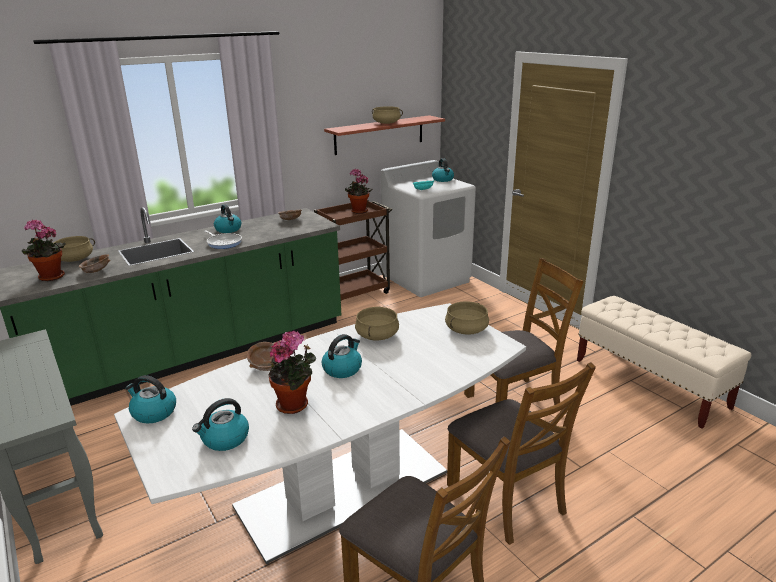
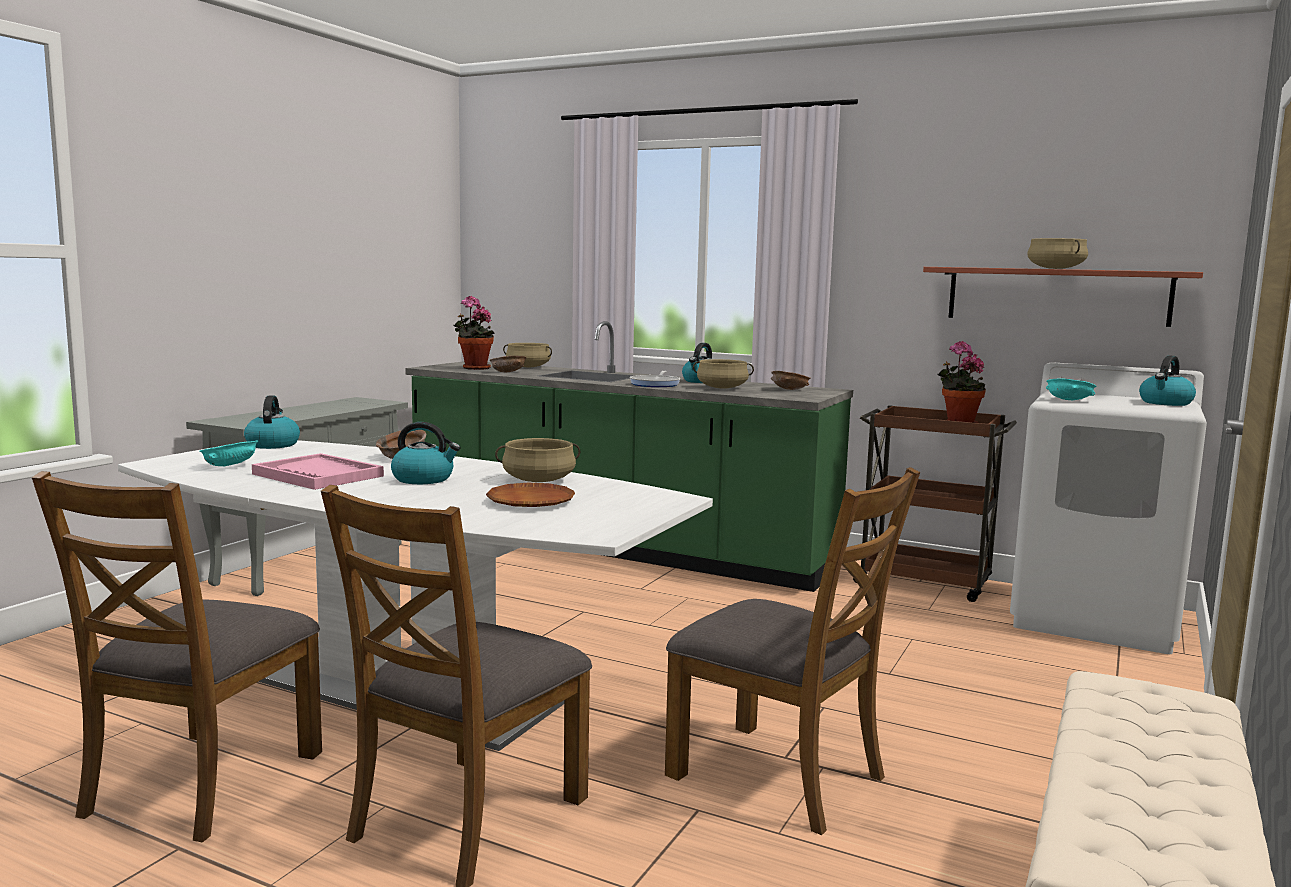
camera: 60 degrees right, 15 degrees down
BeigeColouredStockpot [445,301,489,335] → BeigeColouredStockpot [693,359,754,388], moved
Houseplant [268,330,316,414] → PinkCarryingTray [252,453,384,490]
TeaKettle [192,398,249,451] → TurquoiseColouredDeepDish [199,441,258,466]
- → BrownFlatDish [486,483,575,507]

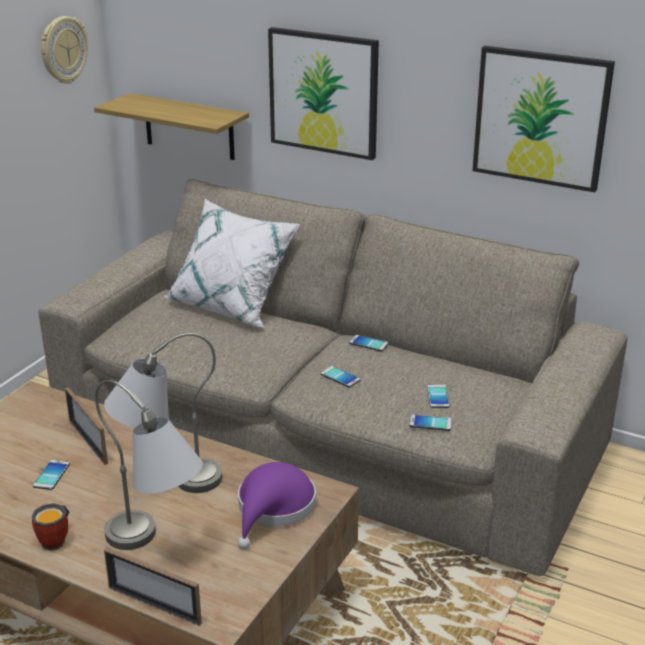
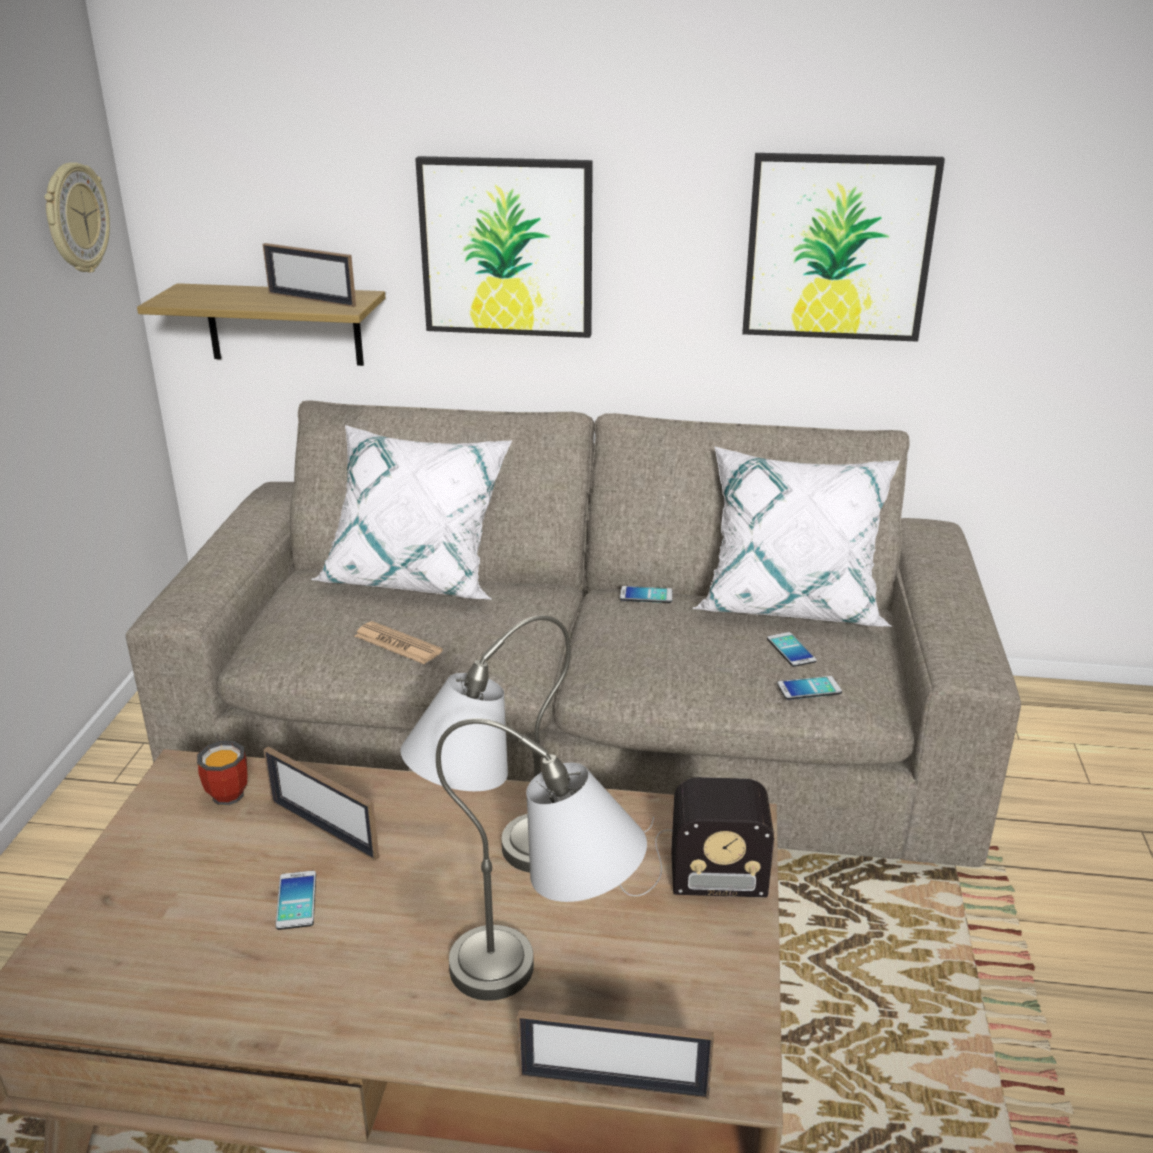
camera: 20 degrees left, 0 degrees up
Phone [321,366,361,387] → -
PurpleWearableHat [238,462,316,549] → RadioSet [619,777,774,897]
Mug [31,503,70,550] → Mug [197,741,247,806], moved
- → PictureFrame [263,243,356,307]
- → WhitishCushion [693,446,900,627]
- → DailyPaper [354,621,443,664]

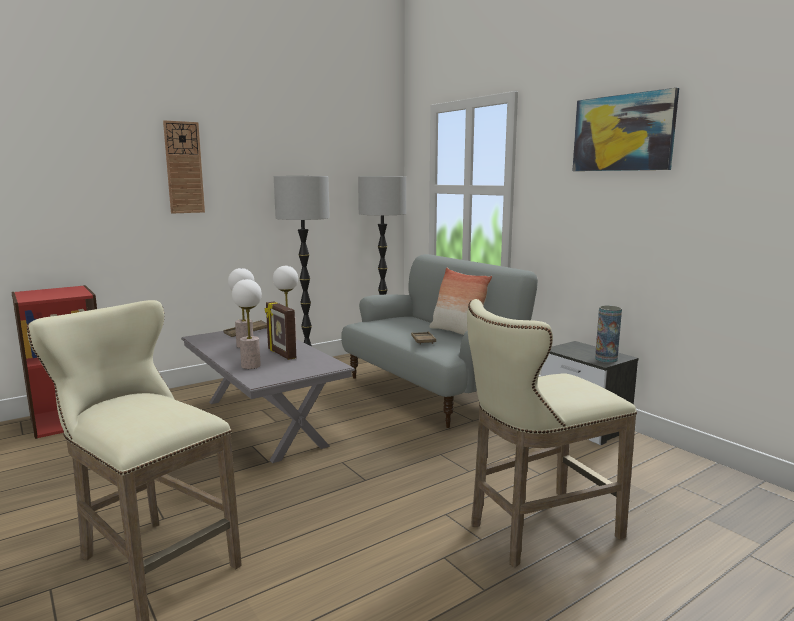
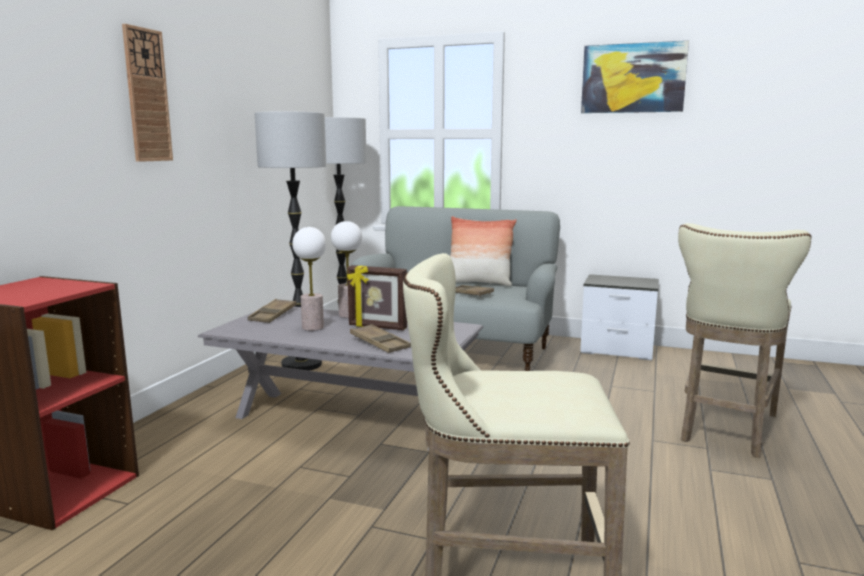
camera: 35 degrees left, 0 degrees up
TableLamp [232,279,262,369] → BrownCarryingTray [350,324,411,353]
FlowerVase [595,306,622,363] → -

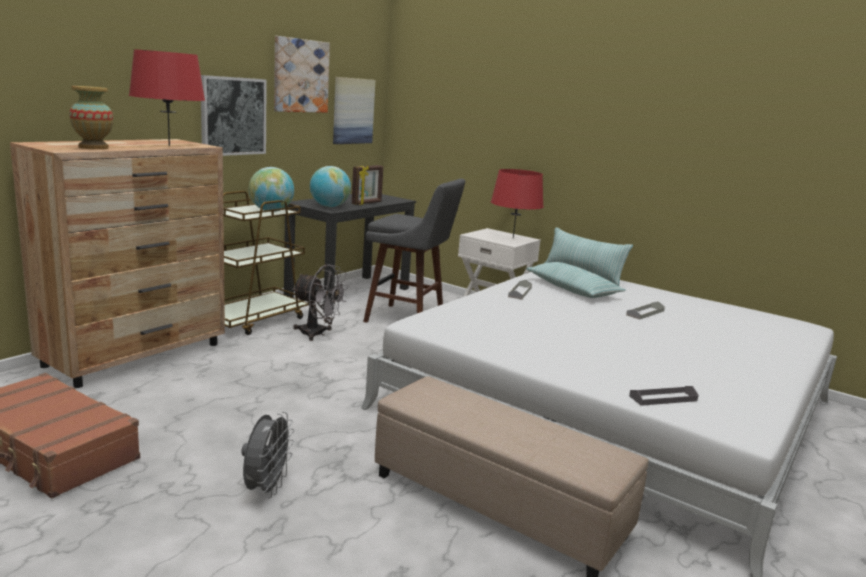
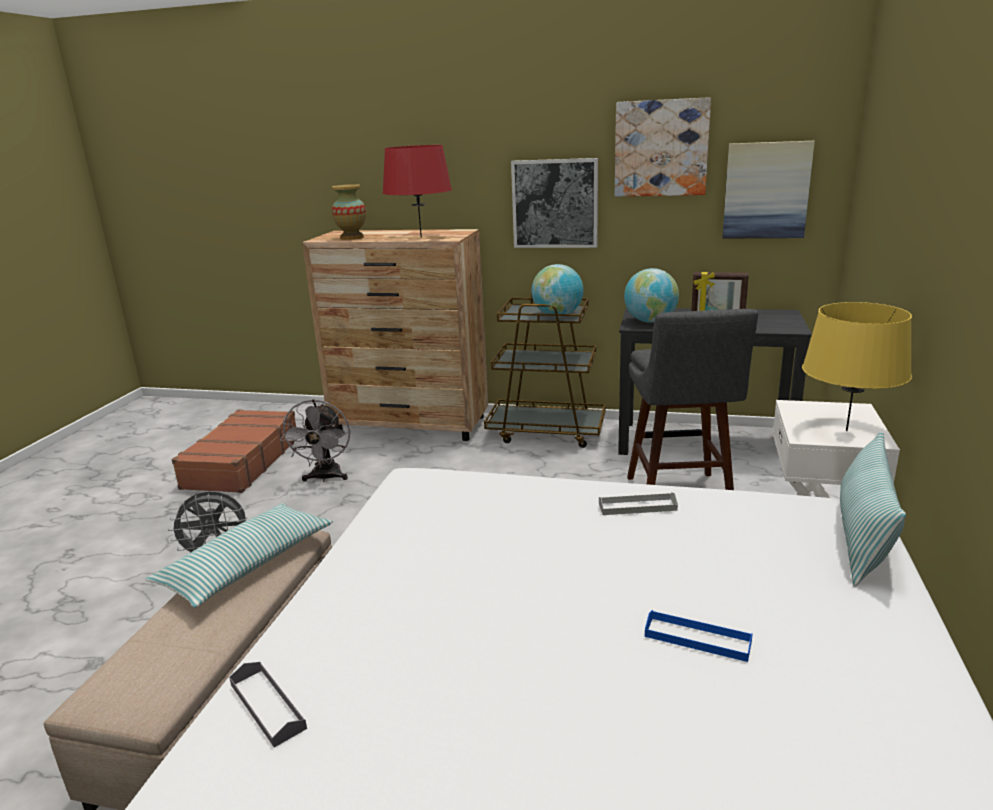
camera: 70 degrees right, 5 degrees up
RedTableLamp [491,169,544,239] → YellowColouredTableLamp [802,302,912,431]
Cushion [526,262,626,298] → Cushion [145,503,333,608], moved
GreyCoolingFan [292,264,349,341] → GreyCoolingFan [280,399,350,482], moved
GreyCarryingTray [626,302,665,320] → BluishCarryingTray [645,610,753,662]

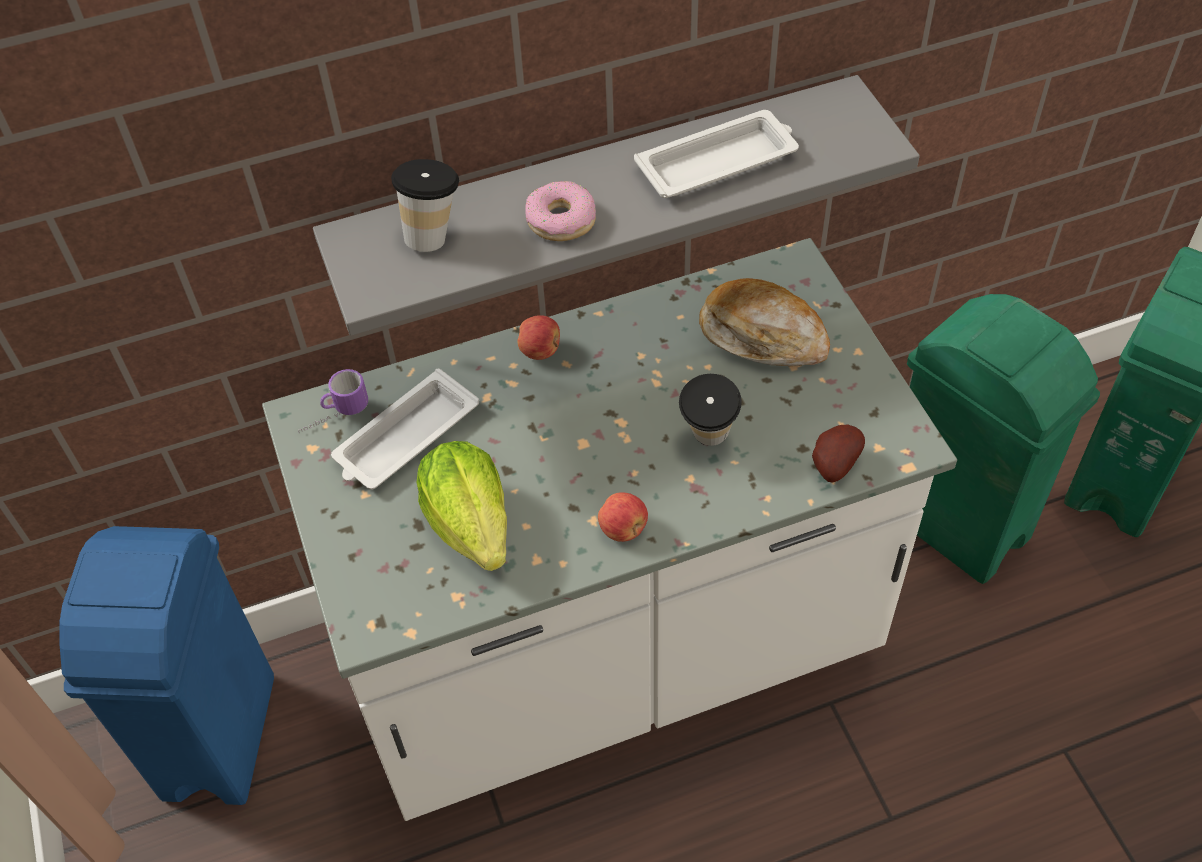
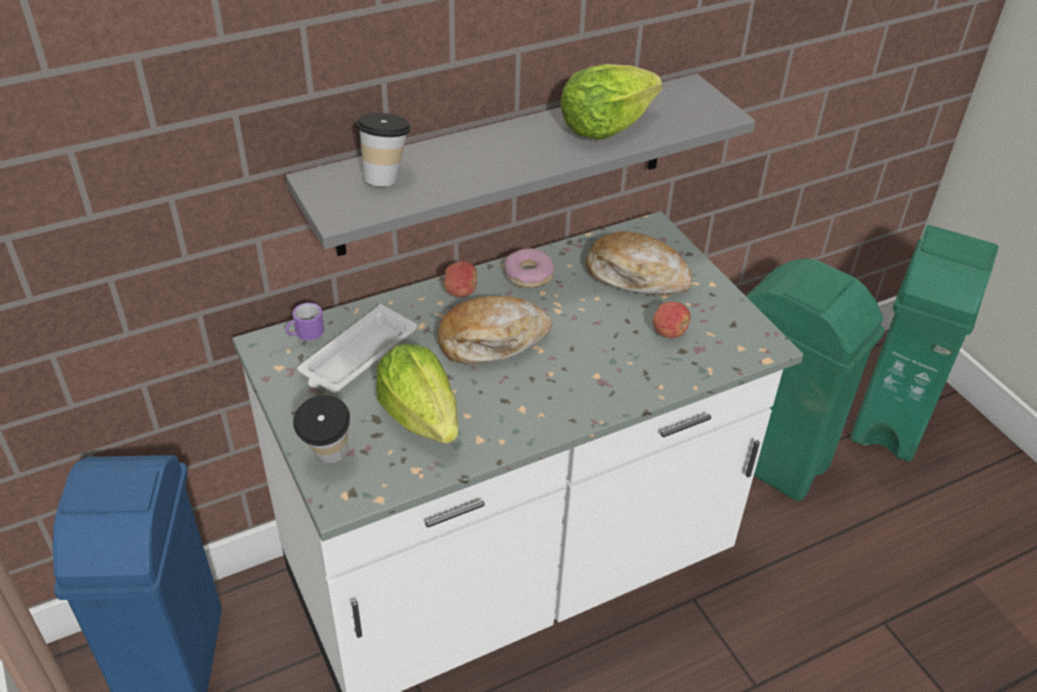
camera: 10 degrees left, 10 degrees down
WhitishCarryingTray [634,110,799,198] → HeadOfLettuce [561,64,662,140]
Doughnut [525,181,596,241] → Doughnut [505,248,554,288], moved
Cup [679,374,742,446] → Cup [293,395,350,463], moved
Potato [812,425,865,483] → -
AppleFruit [598,492,648,542] → AppleFruit [652,302,690,338], moved
- → Bread [437,296,552,365]

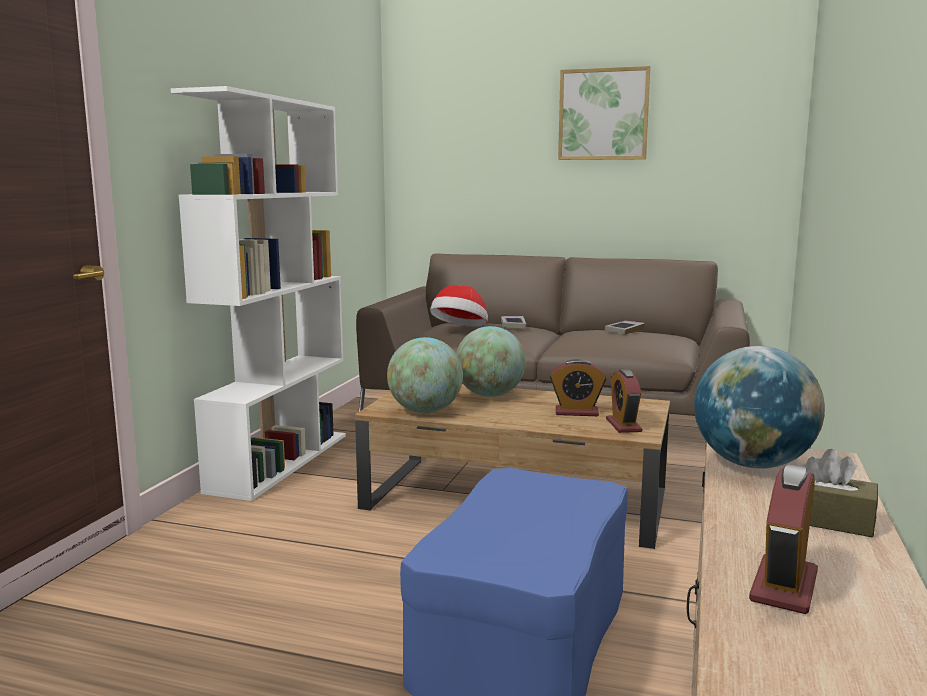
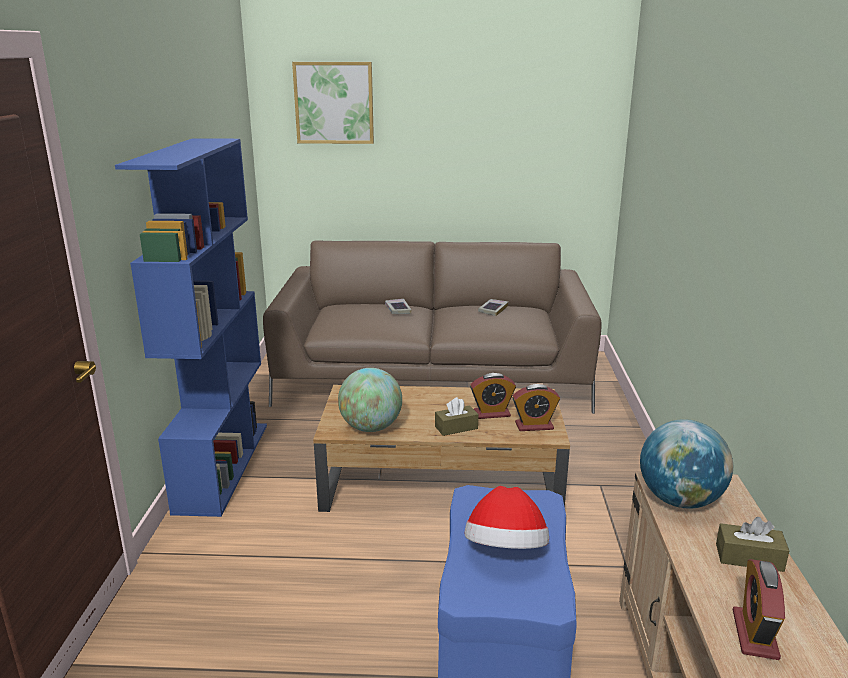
camera: 15 degrees left, 10 degrees up
WallArt [558,66,650,160] → WallArt [292,62,374,144], moved
WhitishBookshelf [171,86,346,501] → BluishBookshelf [115,138,267,517]
WearableHat [430,285,488,327] → WearableHat [465,486,549,549], moved
Globe [456,326,526,397] → -
AlarmClock [606,369,643,433] → AlarmClock [512,384,560,431], 75 degrees counterclockwise
- → BrownTissueBox [435,397,479,436]

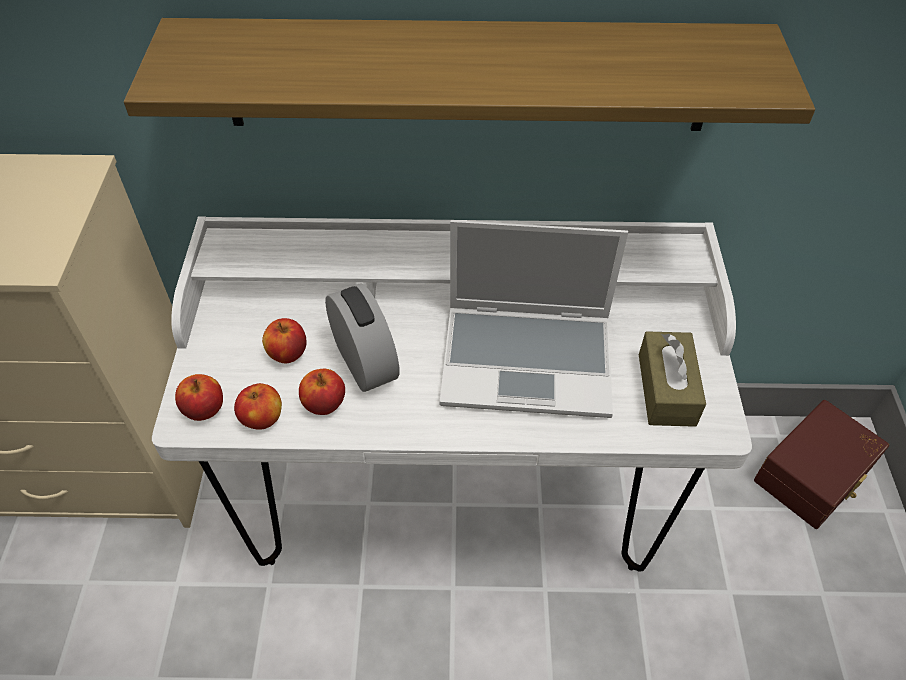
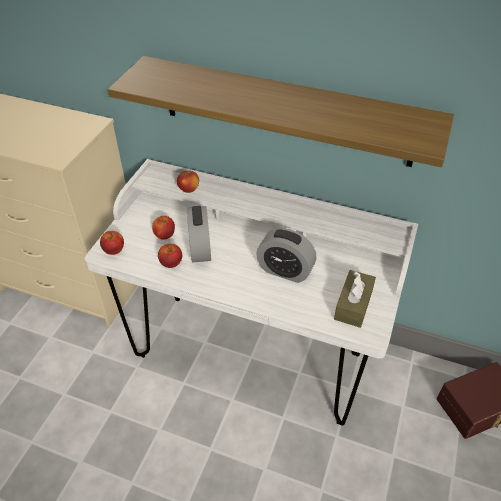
camera: 20 degrees right, 5 degrees down
NotebookComputer [440,220,628,418] → AlarmClock [256,228,316,283]
AppleFruit [234,383,282,430] → AppleFruit [177,171,199,193], moved

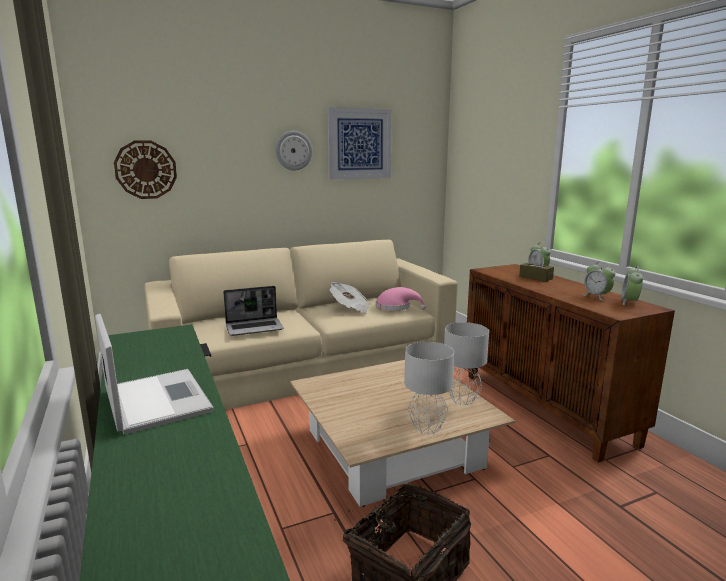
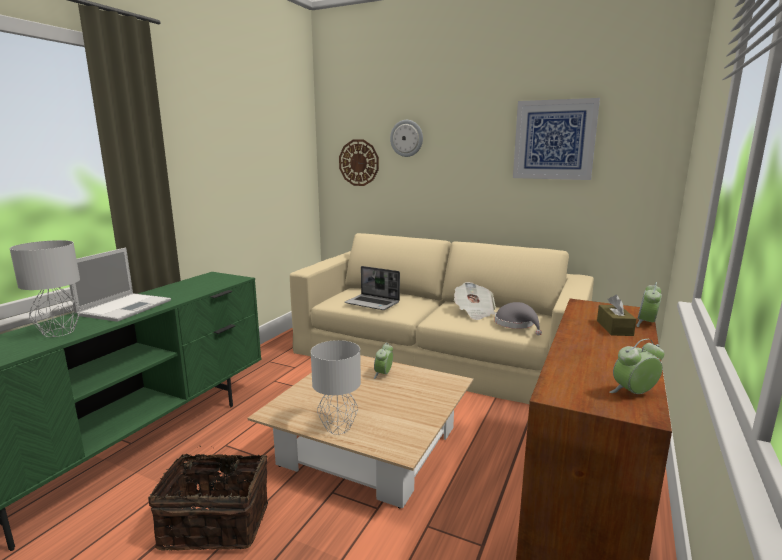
camera: 50 degrees right, 0 degrees up
ClockOnTheWall [275,131,312,171] → ClockOnTheWall [390,120,423,157], moved
AlarmClock [584,261,616,301] → AlarmClock [374,343,393,379], moved
PinkWearableHat [376,287,426,311] → GreyWearableHat [495,302,542,335]
GreyTableLamp [444,322,489,405] → GreyTableLamp [10,240,80,337], moved

